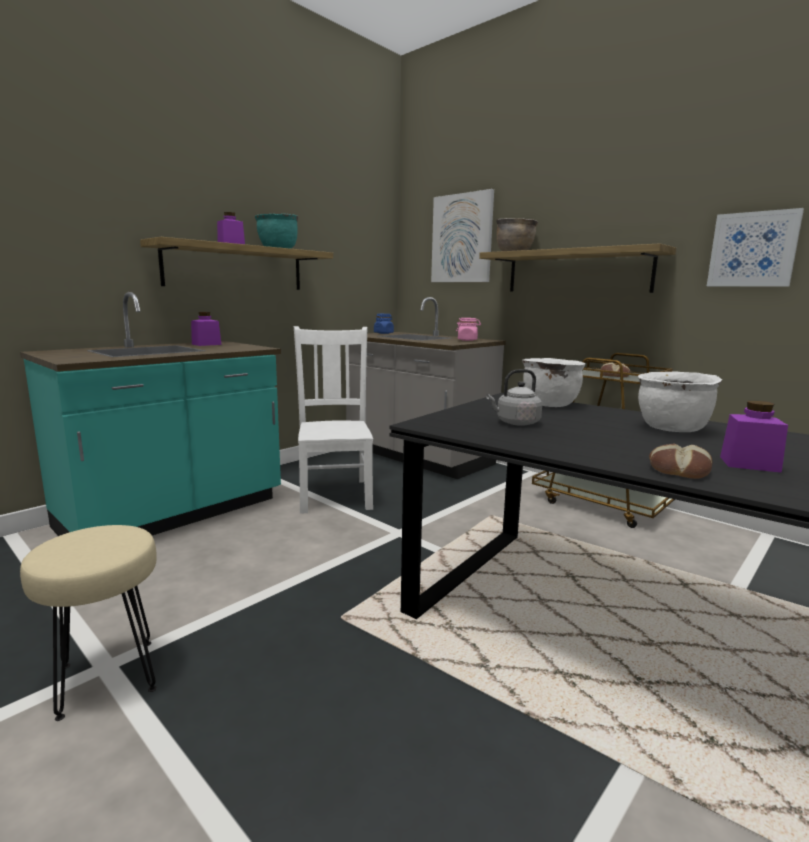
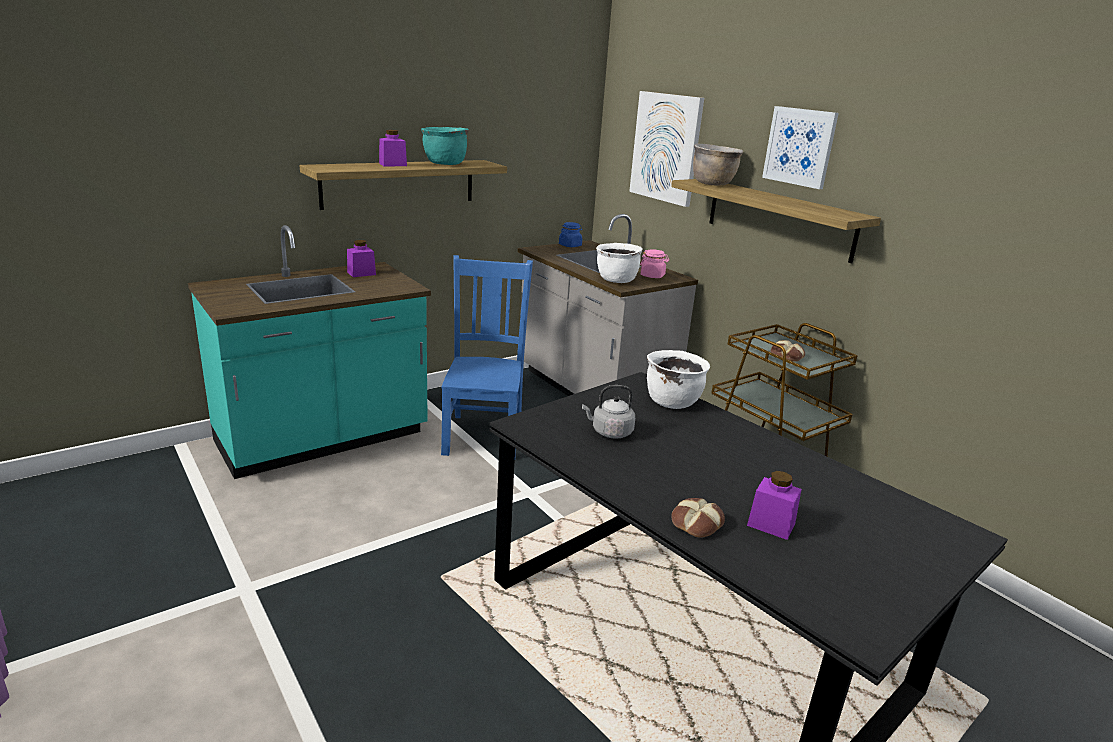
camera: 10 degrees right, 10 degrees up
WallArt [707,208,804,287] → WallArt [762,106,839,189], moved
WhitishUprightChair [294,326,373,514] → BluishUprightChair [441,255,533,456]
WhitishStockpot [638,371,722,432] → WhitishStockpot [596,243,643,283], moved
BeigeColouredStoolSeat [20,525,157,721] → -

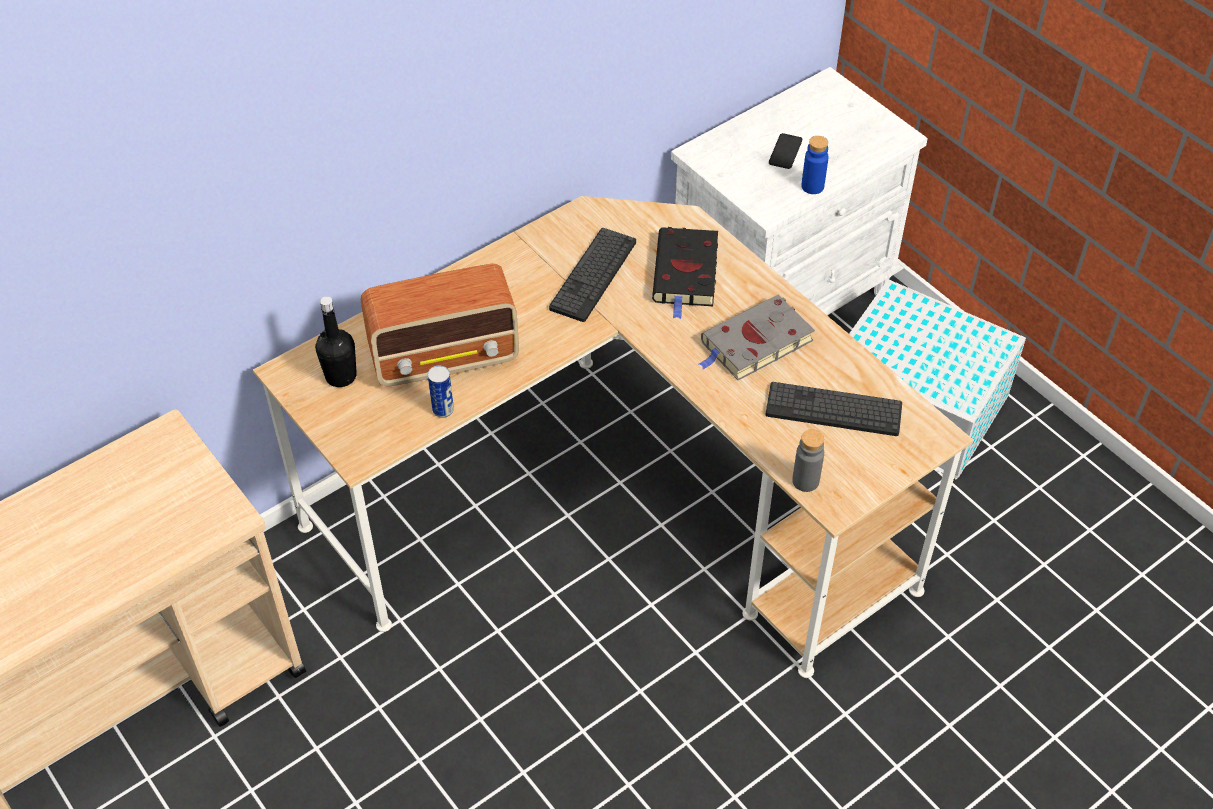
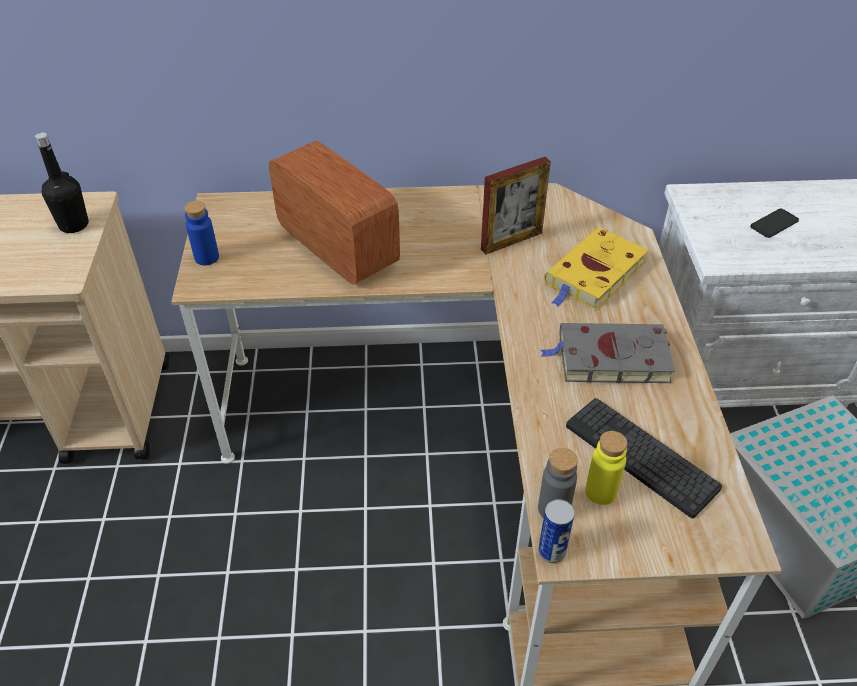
camera: 35 degrees right, 5 degrees down
BluishBeverageBottle [801,136,829,194] → BluishBeverageBottle [184,201,219,265], moved
BlackishVolume [652,227,718,319] → YellowColouredVolume [544,227,649,310]
ComputerKeyboard [549,228,636,322] → PictureFrame [481,157,551,254]
RadioSet [361,264,519,387] → RadioSet [269,141,400,285], 150 degrees counterclockwise
BlackishBeverageBottle [315,296,357,387] → BlackishBeverageBottle [35,132,89,233], moved
MetalCan [428,366,454,418] → MetalCan [538,499,575,563], moved
- → YellowColouredBeverageBottle [585,431,628,505]

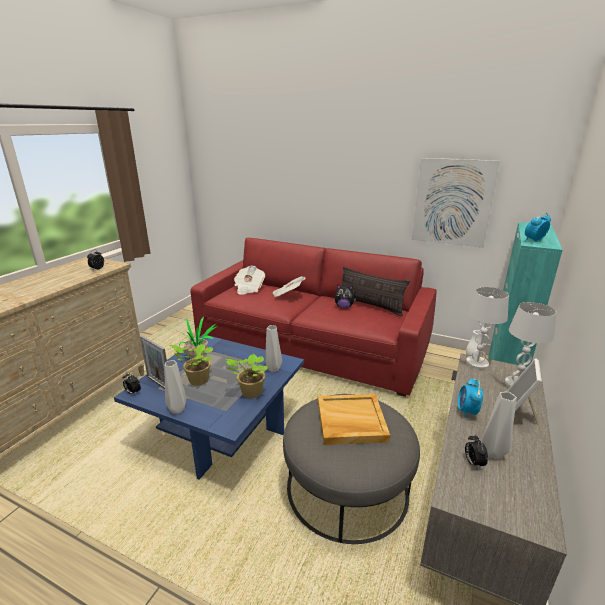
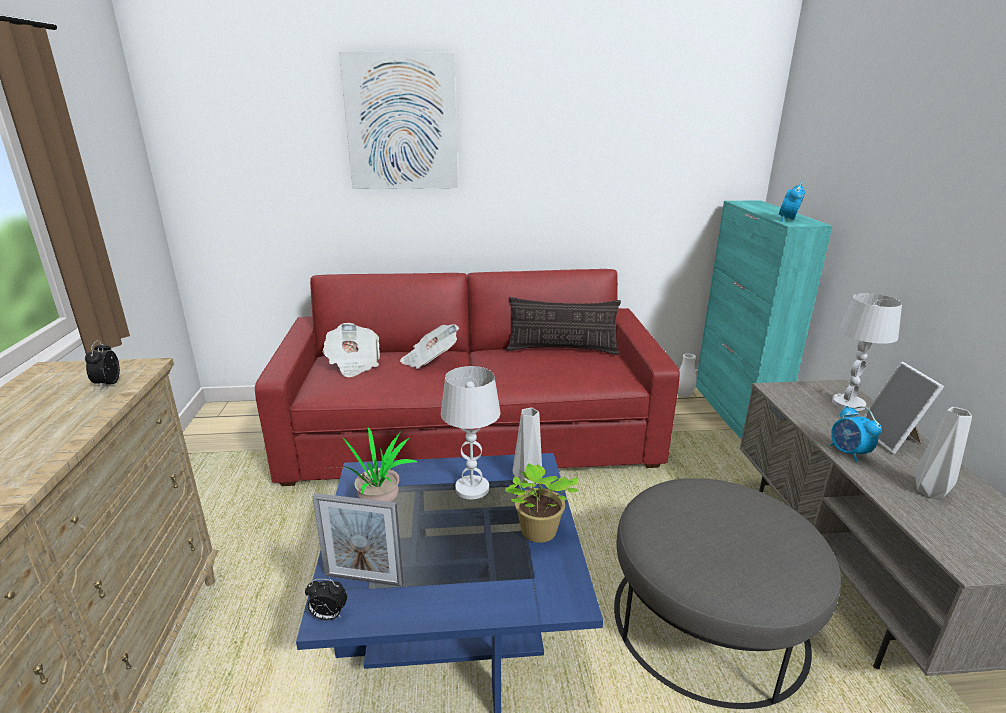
camera: 30 degrees left, 0 degrees up
WallArt [412,158,500,248] → WallArt [339,51,458,189], moved
SoftToy [335,285,356,308] → -
WhitishTableLamp [466,287,509,370] → WhitishTableLamp [441,366,500,499], moved
Houseplant [169,344,213,386] → -
GreyFlowerVase [164,360,186,414] → -
BeigeColouredCarryingTray [318,394,390,445] → -
AlarmClock [465,434,488,469] → -

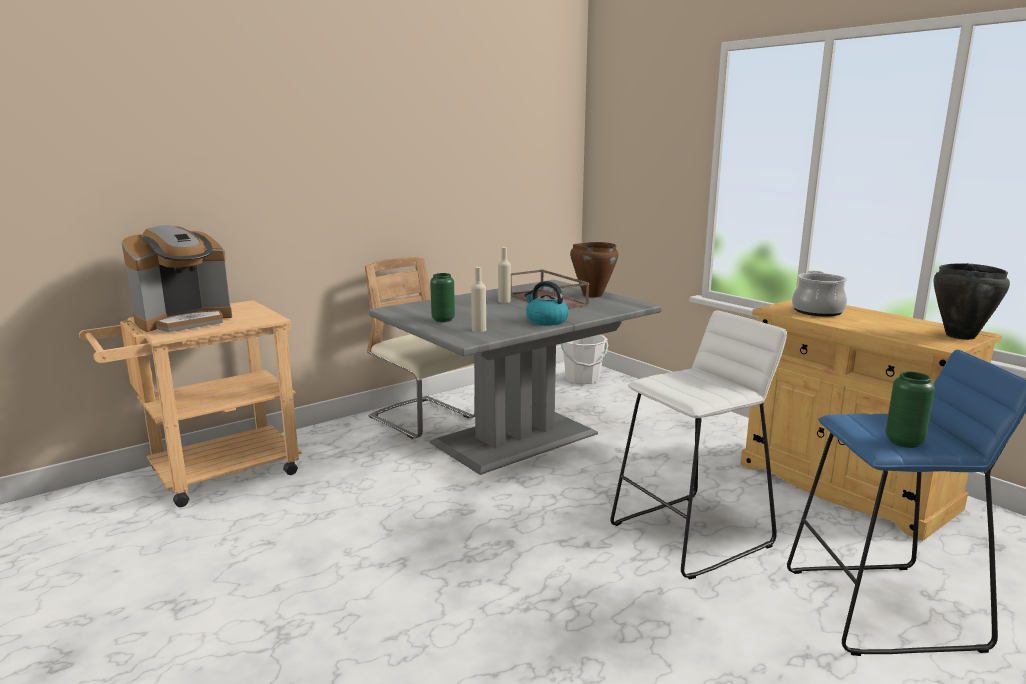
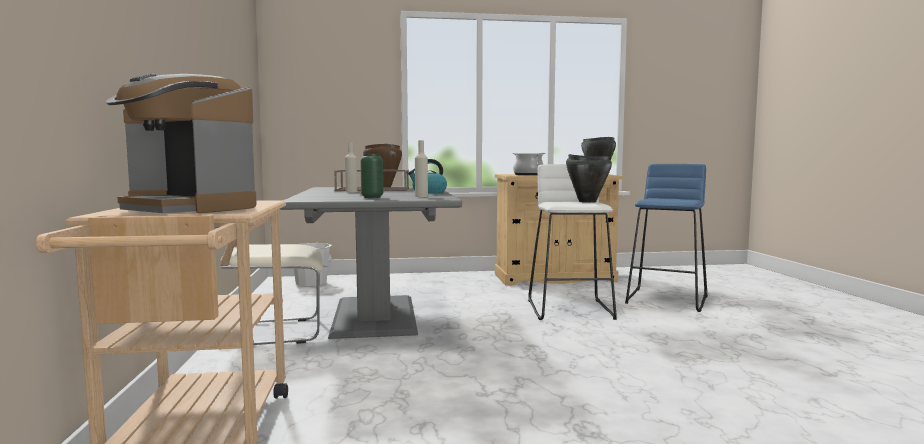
camera: 60 degrees left, 10 degrees down
CoffeeMaker [122,225,232,332] → CoffeeMaker [106,74,257,213], 135 degrees clockwise
GreenFlowerVase [885,372,935,448] → -
- → BlackishStockpot [566,154,612,203]

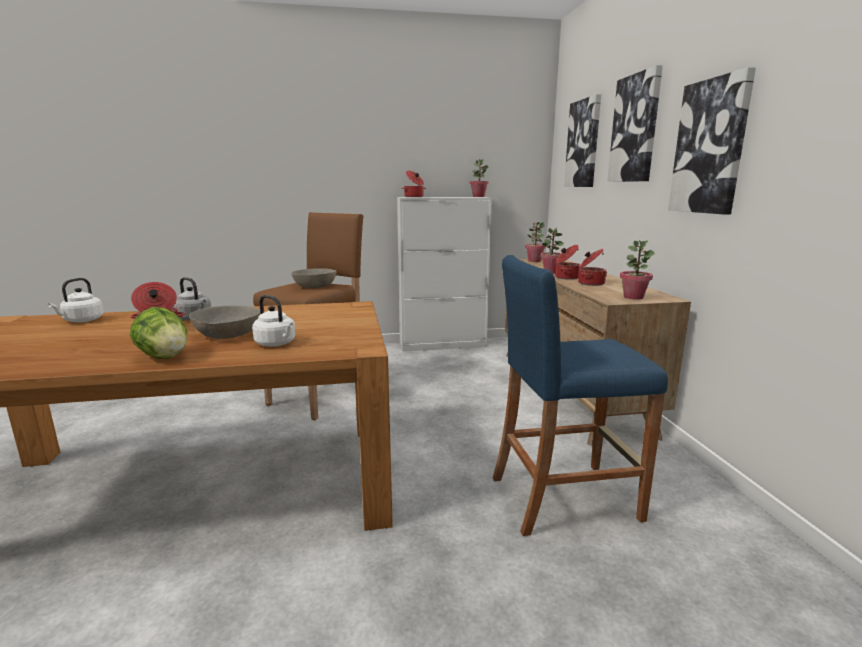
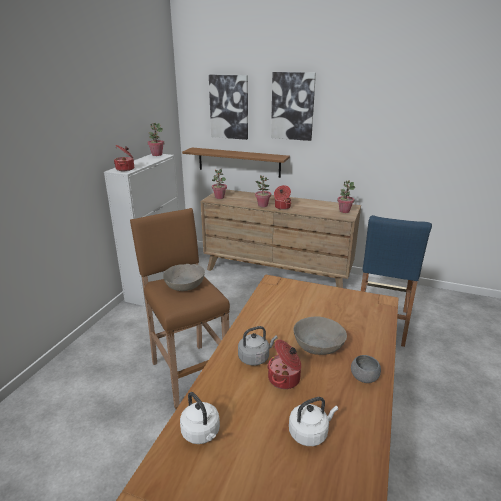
camera: 60 degrees left, 10 degrees up
WallArt [668,67,756,214] → -
Stockpot [578,249,607,286] → -
WhitishTeaKettle [252,295,296,347] → WhitishTeaKettle [289,397,338,446], moved
HeadOfLettuce [130,307,187,359] → GreyDeepDish [351,355,381,383]
- → BrownWallShelf [182,148,290,178]

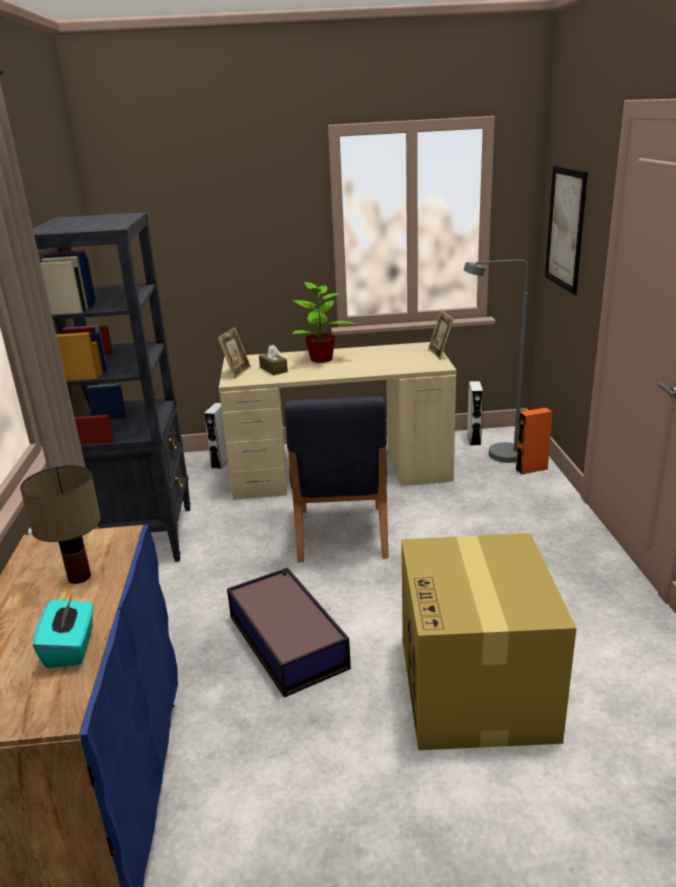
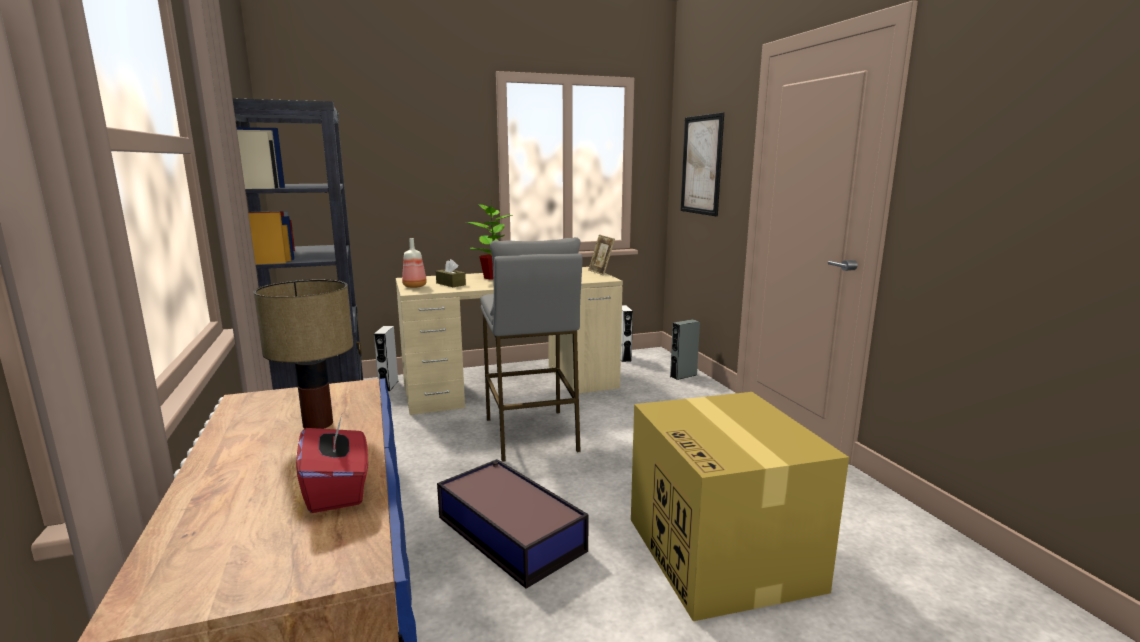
camera: 15 degrees left, 10 degrees down
GreyStandardLamp [464,260,528,463] → -
PictureFrame [218,328,251,379] → BeverageBottle [402,238,427,288]
BluishUprightChair [285,396,389,562] → GreyStoolSeat [480,237,583,462]
OrangeSpeaker [515,407,553,475] → GreySpeaker [670,319,700,380]
TurquoiseColouredTissueBox [33,596,94,668] → RedTissueBox [296,412,368,513]

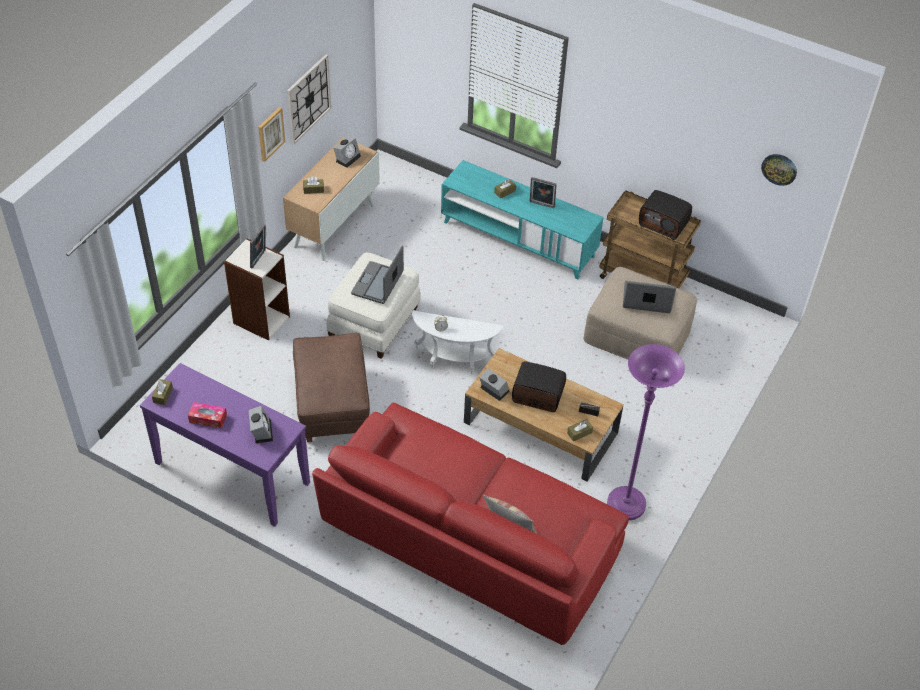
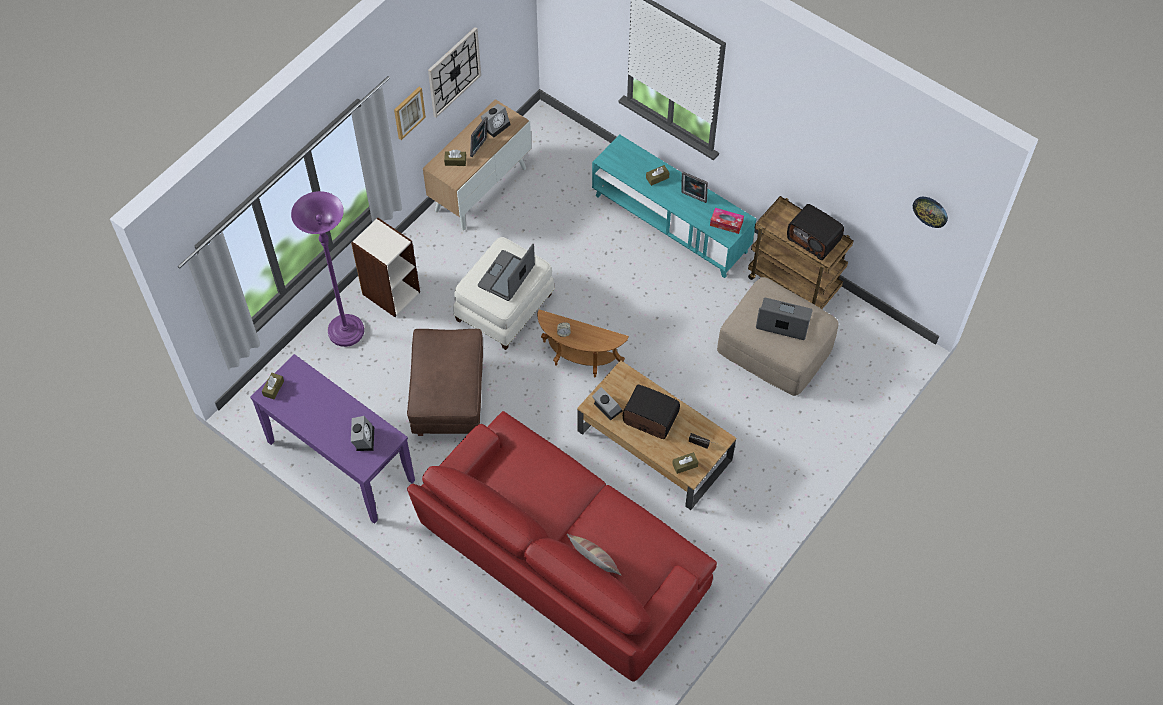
camera: 10 degrees right, 10 degrees up
PictureFrame [250,224,266,269] → PictureFrame [470,117,488,157], moved
WhitishEndTable [412,311,504,374] → BrownEndTable [537,310,629,377]
PurpleStandardLamp [607,344,685,520] → PurpleStandardLamp [291,191,364,347], moved
TissueBox [188,402,227,428] → TissueBox [710,208,744,234], moved

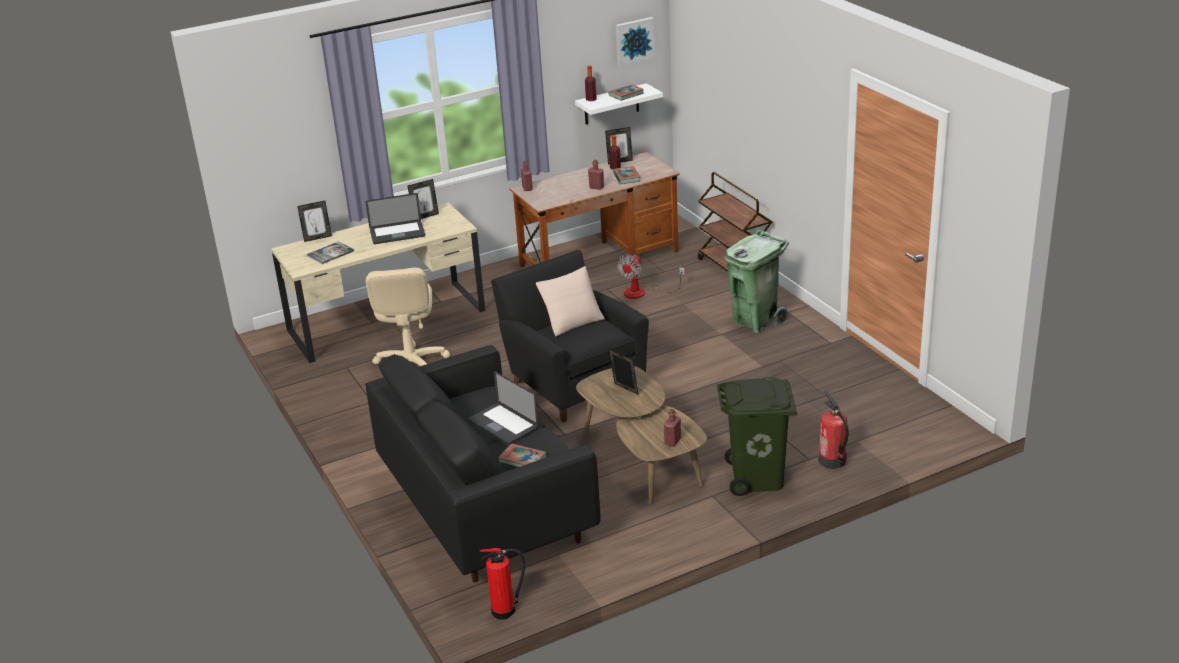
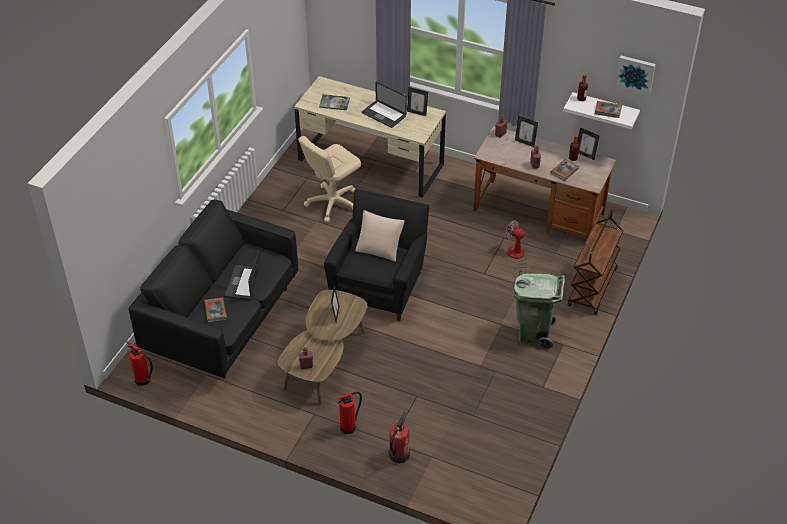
camera: 50 degrees right, 15 degrees up
PictureFrame [297,201,332,242] → PictureFrame [515,116,538,147], moved
CoolingFan [617,254,685,299] → CoolingFan [505,220,527,278], 45 degrees clockwise
GreenWasteBin [717,377,797,496] → FireFightingCylinder [337,392,362,434]

